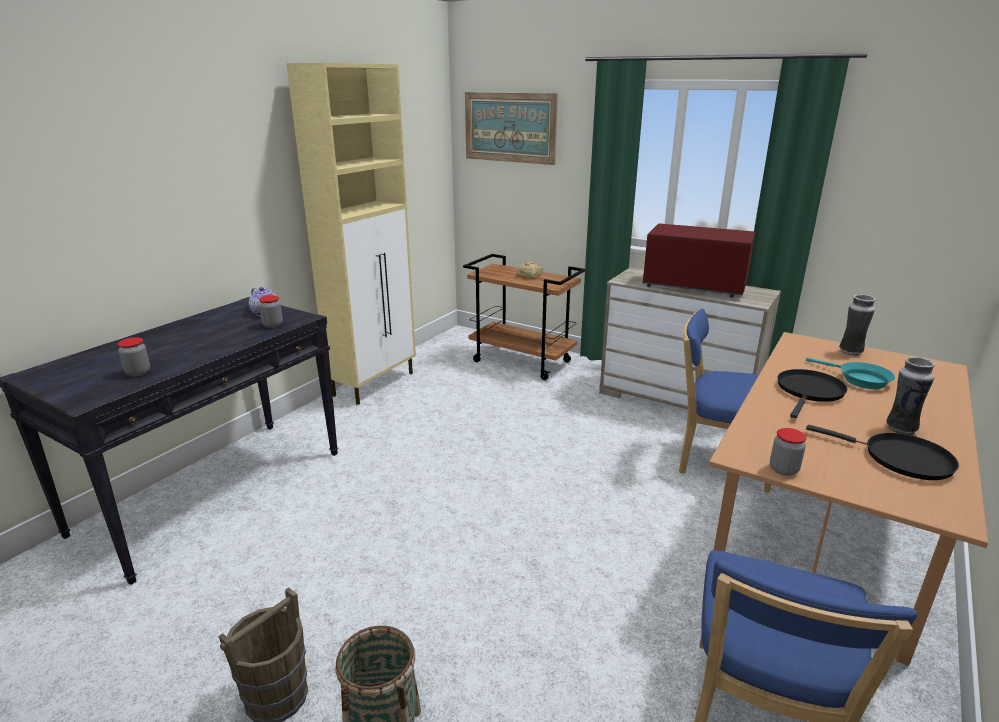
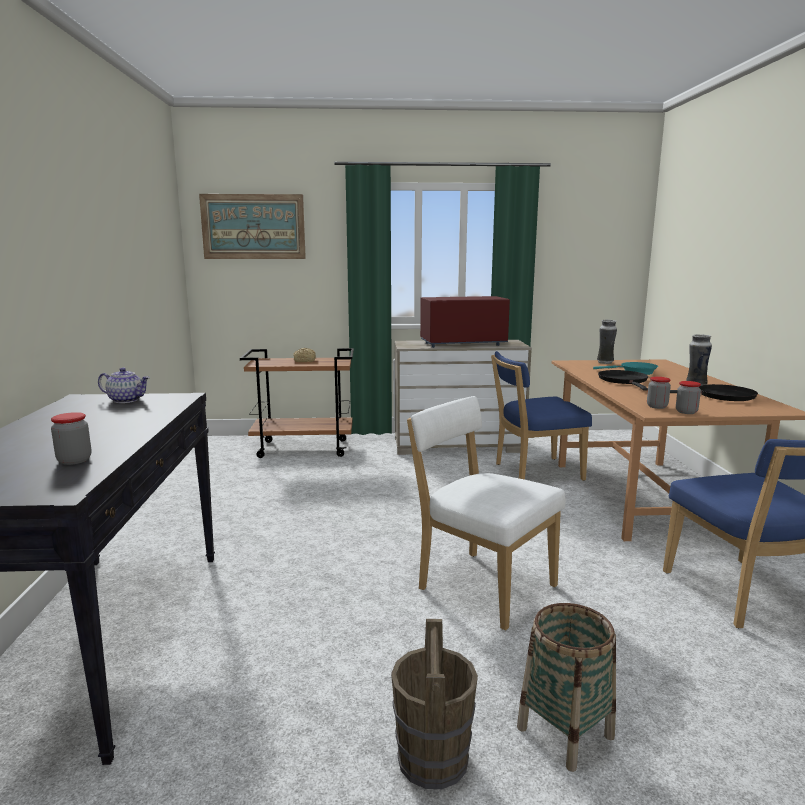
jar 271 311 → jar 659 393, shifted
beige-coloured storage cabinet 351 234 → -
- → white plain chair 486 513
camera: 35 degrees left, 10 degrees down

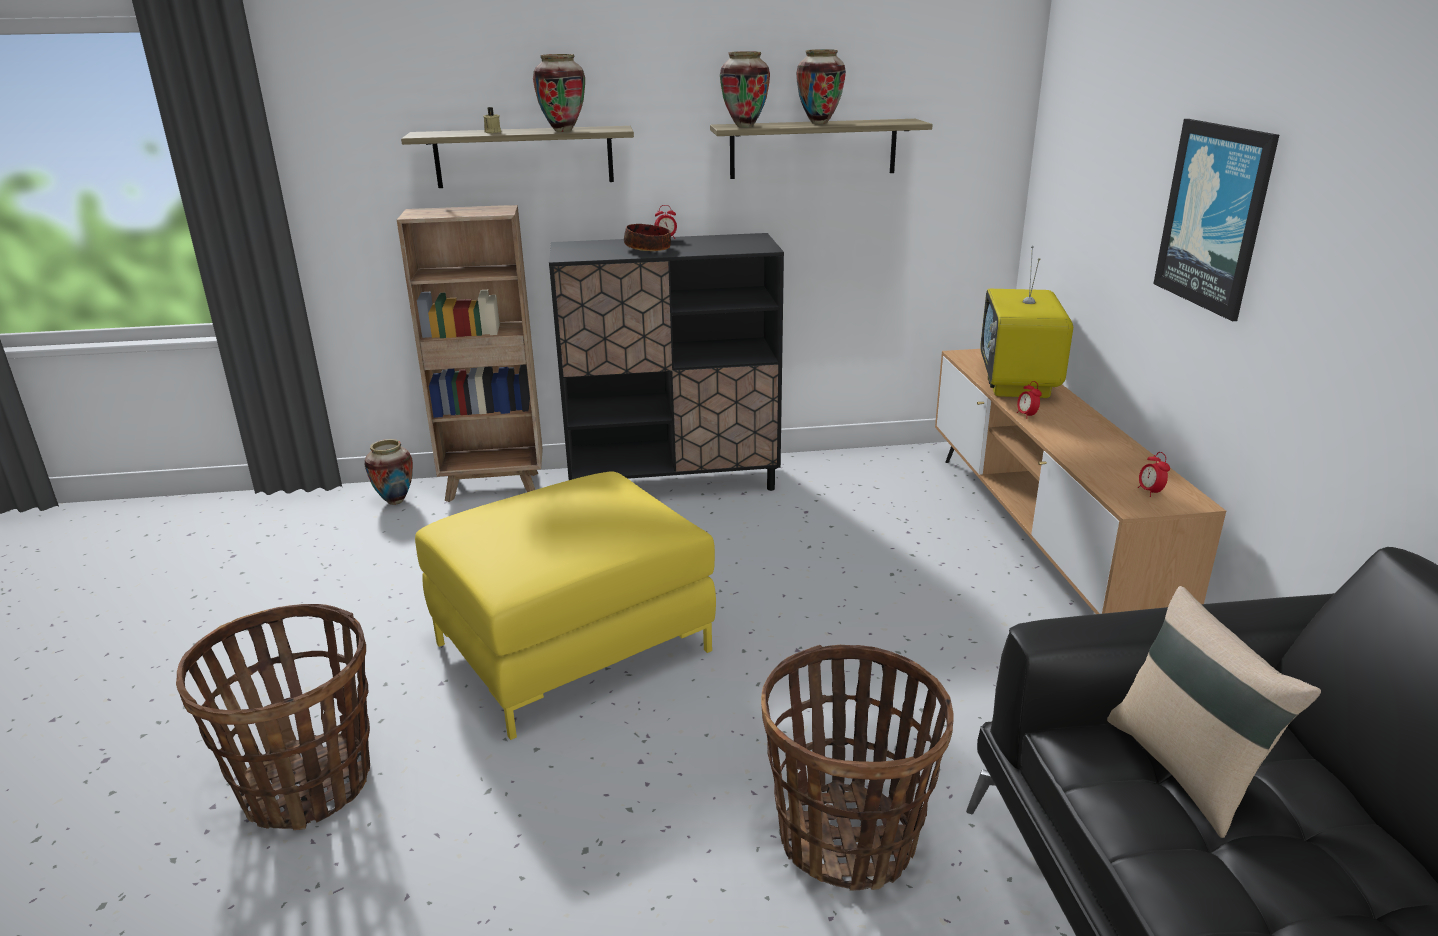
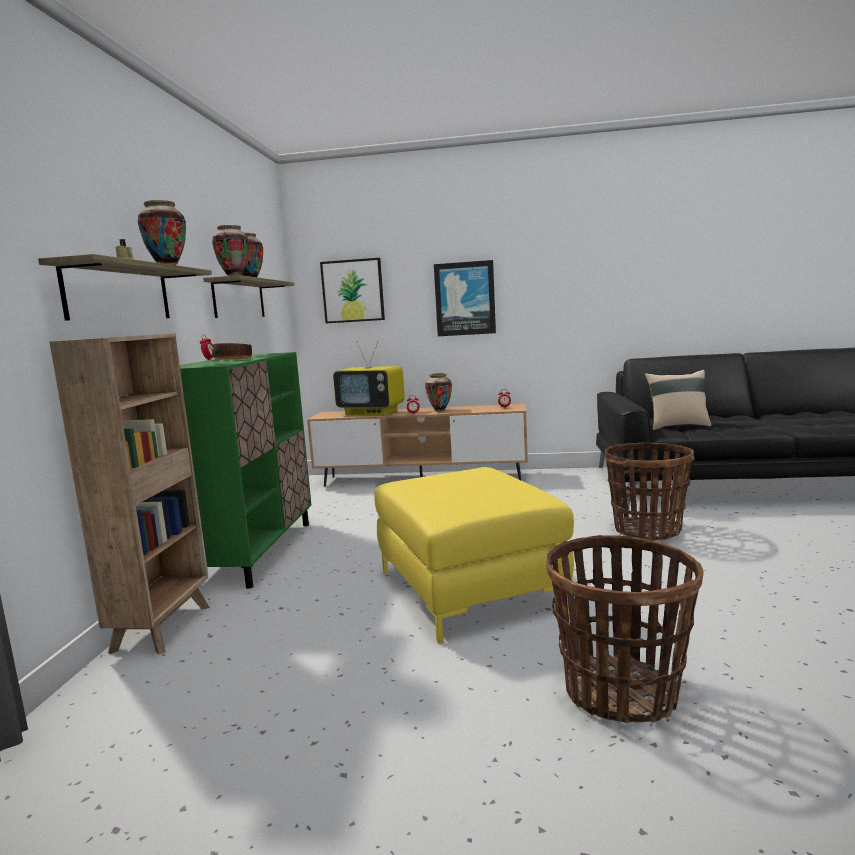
decorative vase 389 472 → decorative vase 438 392, shifted
black-coloured storage cabinet 666 362 → green storage cabinet 245 470
- → wall art 352 290
camera: 75 degrees left, 15 degrees down

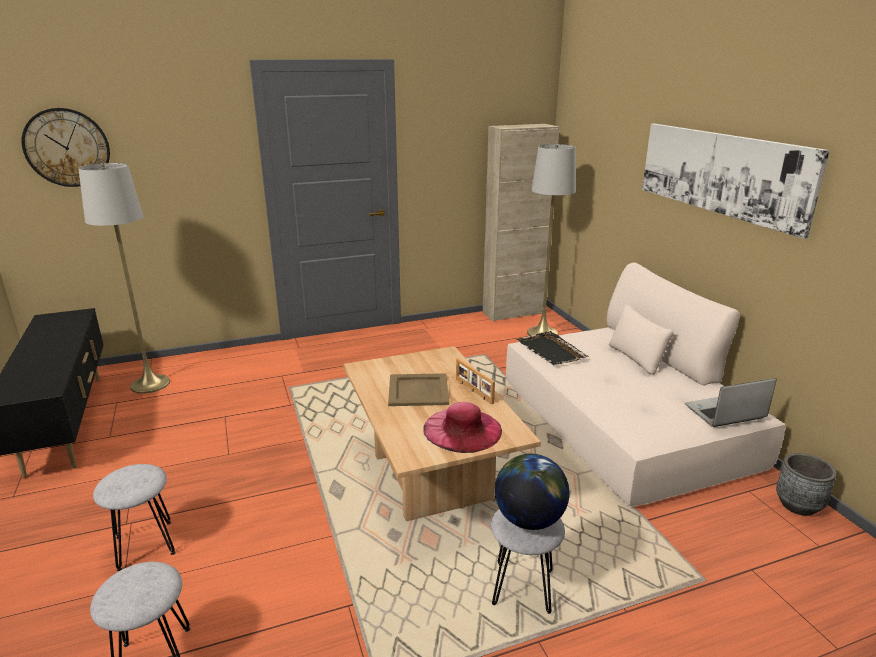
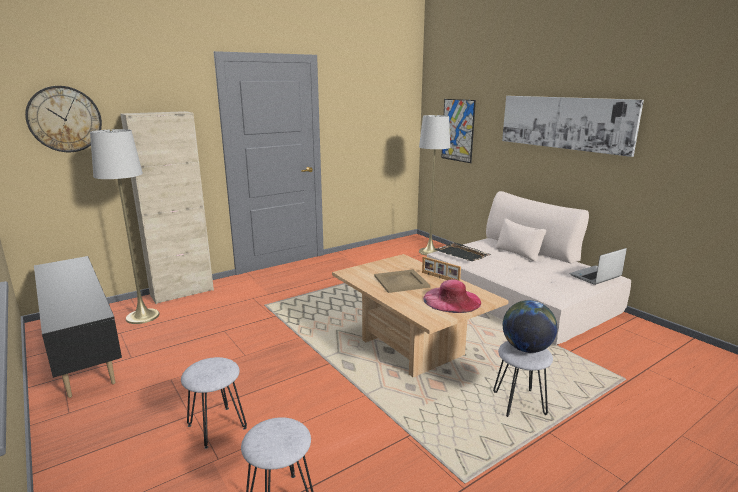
beige-coloured storage cabinet 521 223 → beige-coloured storage cabinet 167 207, shifted
grey planter 806 484 → -
- → wall art 458 131
camera: 15 degrees left, 5 degrees down

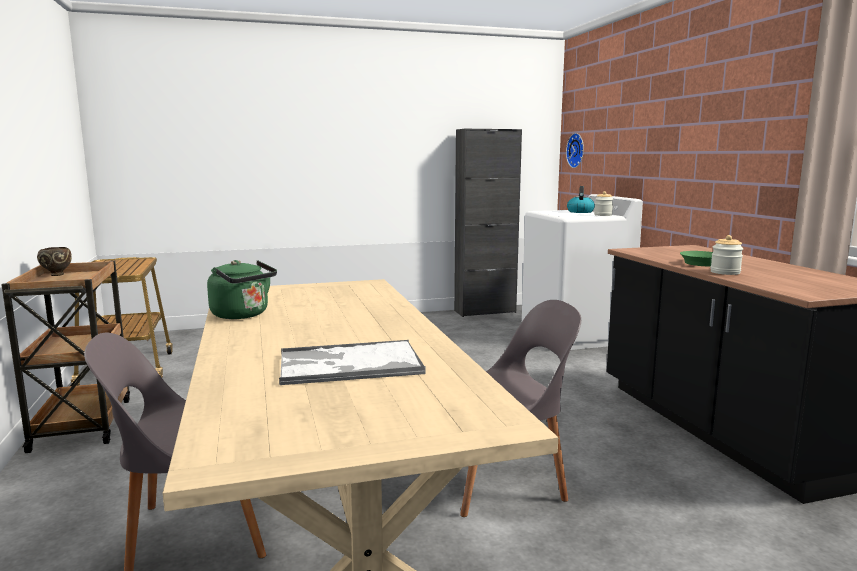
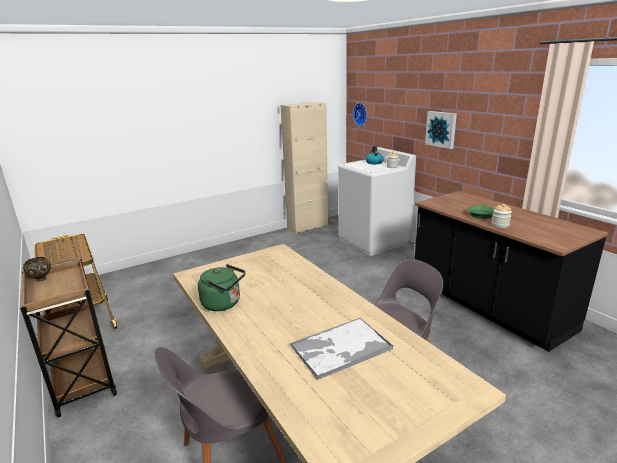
black-coloured storage cabinet 488 222 → beige-coloured storage cabinet 304 168
- → wall art 441 130
camera: 15 degrees left, 10 degrees up

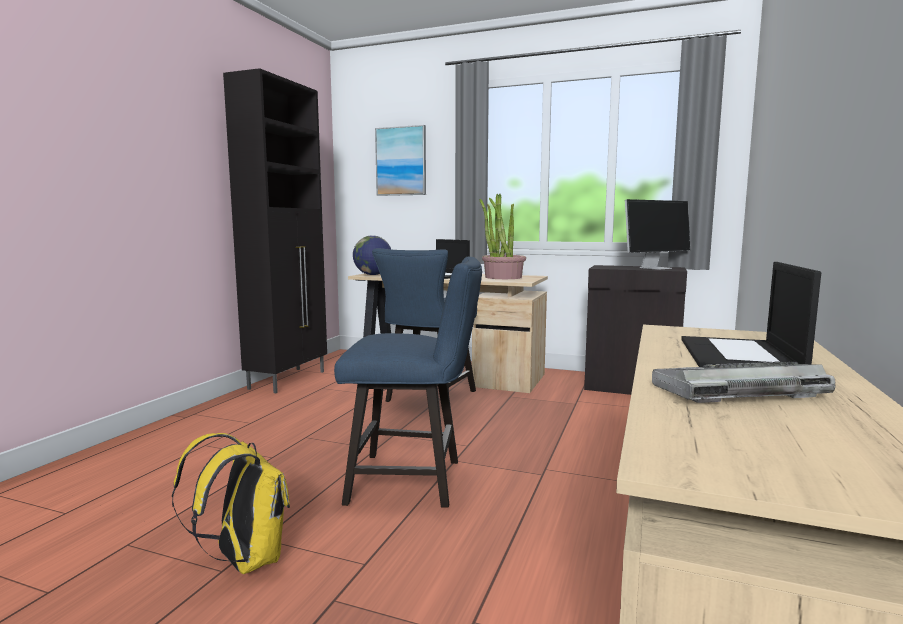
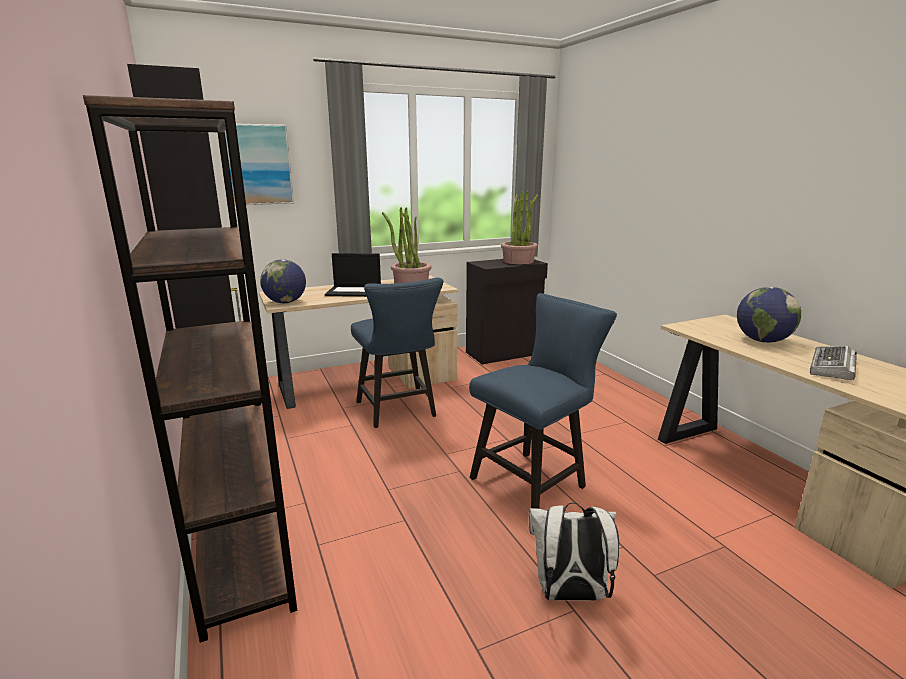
yellow-coloured rucksack 231 503 → white rucksack 574 552
computer display 658 234 → houseplant 520 227
laptop 751 314 → globe 769 315
- → brown shelving unit 190 369
camera: 45 degrees left, 10 degrees up

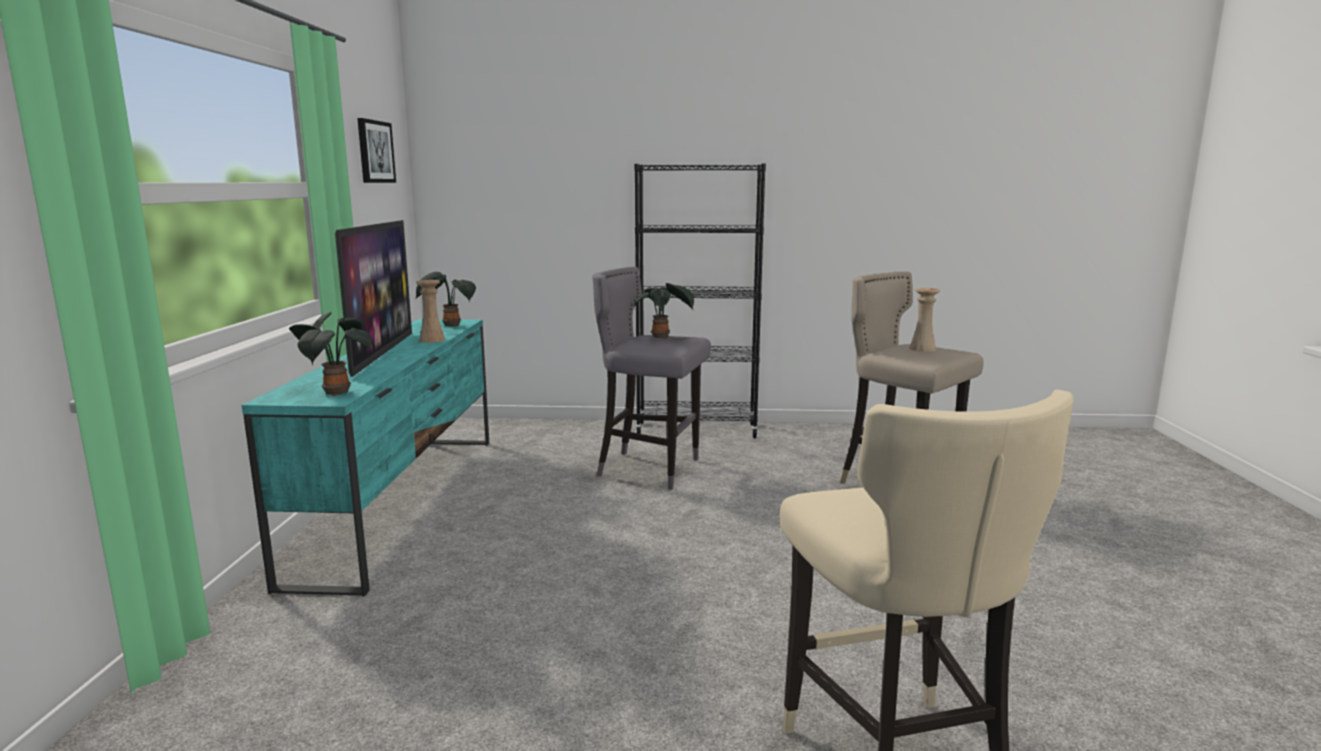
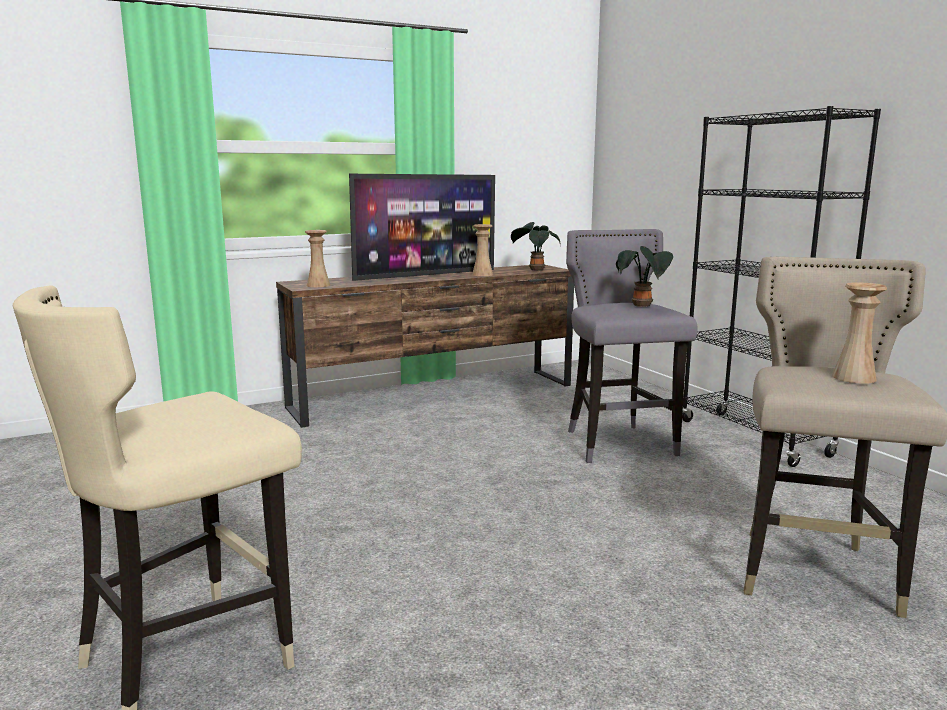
turquoise media console 365 458 → brown media console 425 346
houseplant 331 354 → beige-coloured decorative vase 317 258
wall art 376 150 → -
camera: 60 degrees right, 0 degrees up

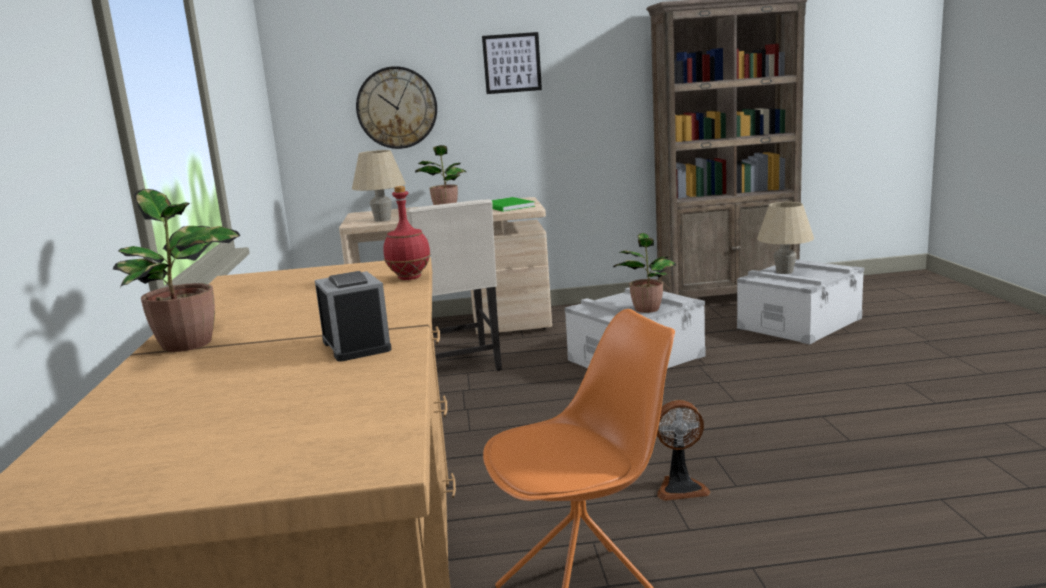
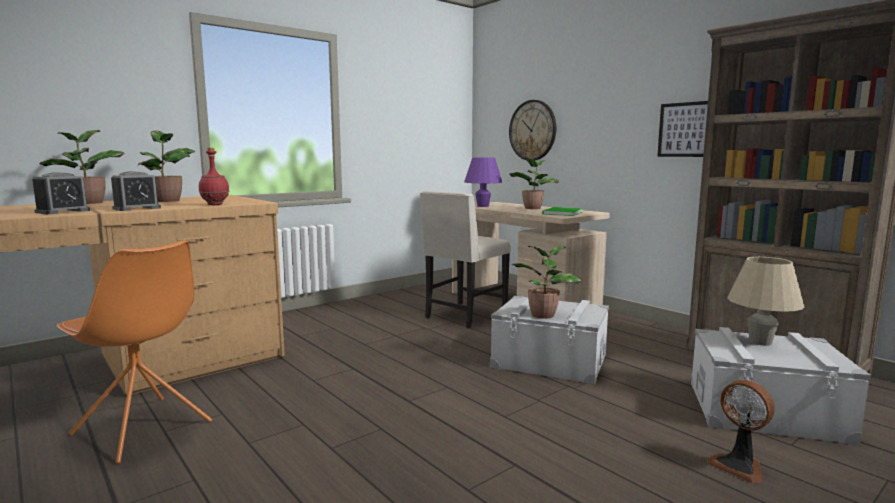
beige-coloured table lamp 379 186 → purple-coloured table lamp 483 182
wall art 512 63 → wall art 682 129, shifted
cooling fan 684 450 → cooling fan 741 431, shifted
- → table clock 136 191
- → houseplant 166 166
camera: 55 degrees right, 5 degrees down

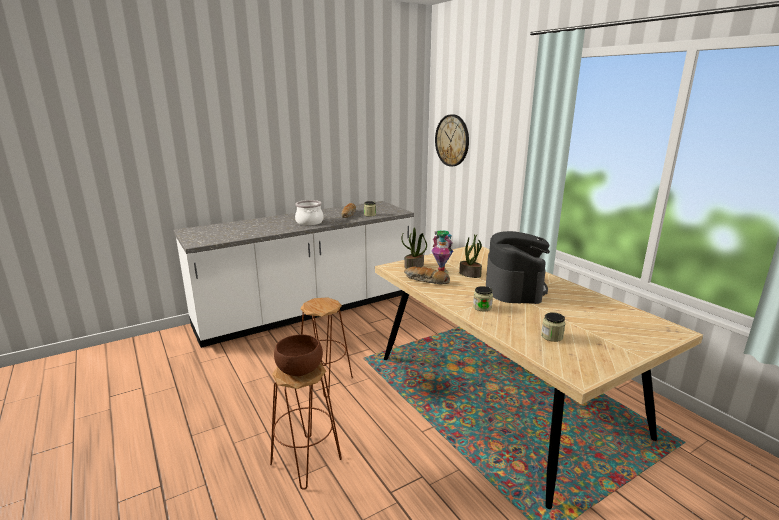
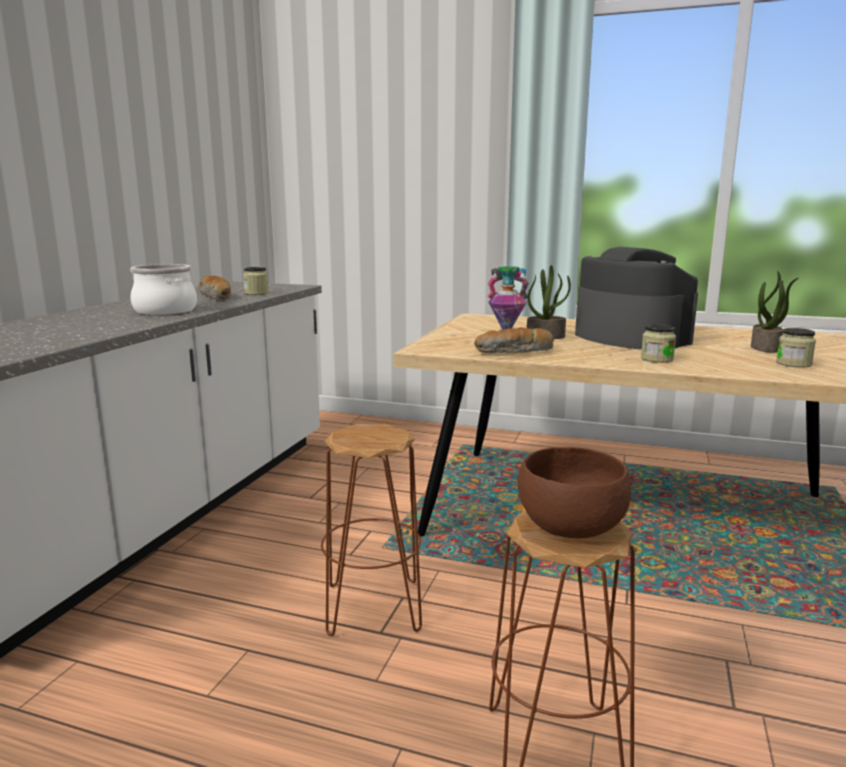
houseplant 414 248 → houseplant 775 312, shifted
wall clock 452 140 → -
camera: 40 degrees left, 5 degrees down

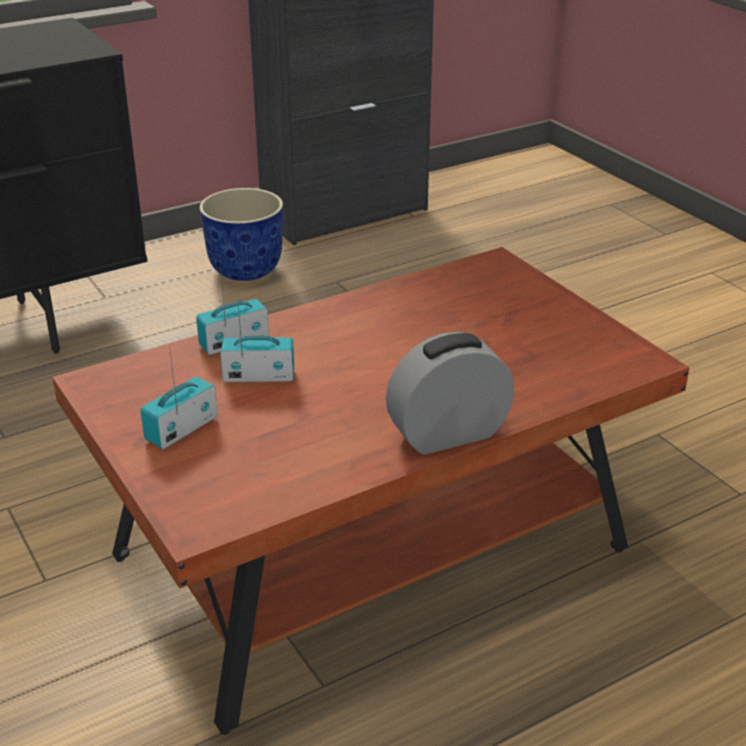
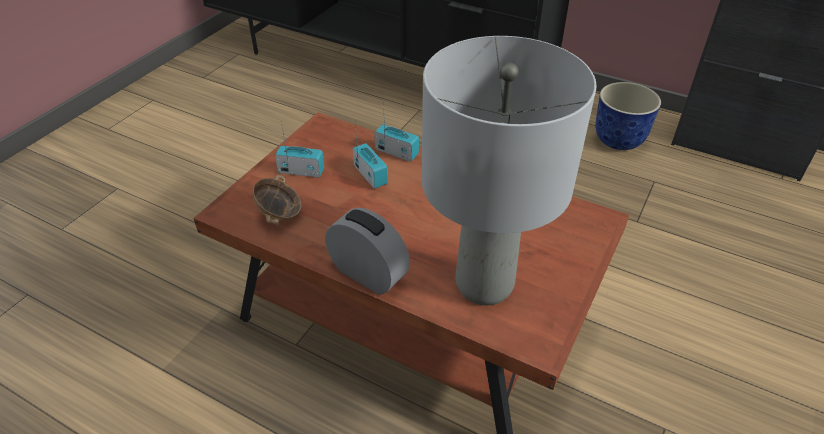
- → deep dish 277 200
- → grey table lamp 509 170
camera: 60 degrees right, 10 degrees up

